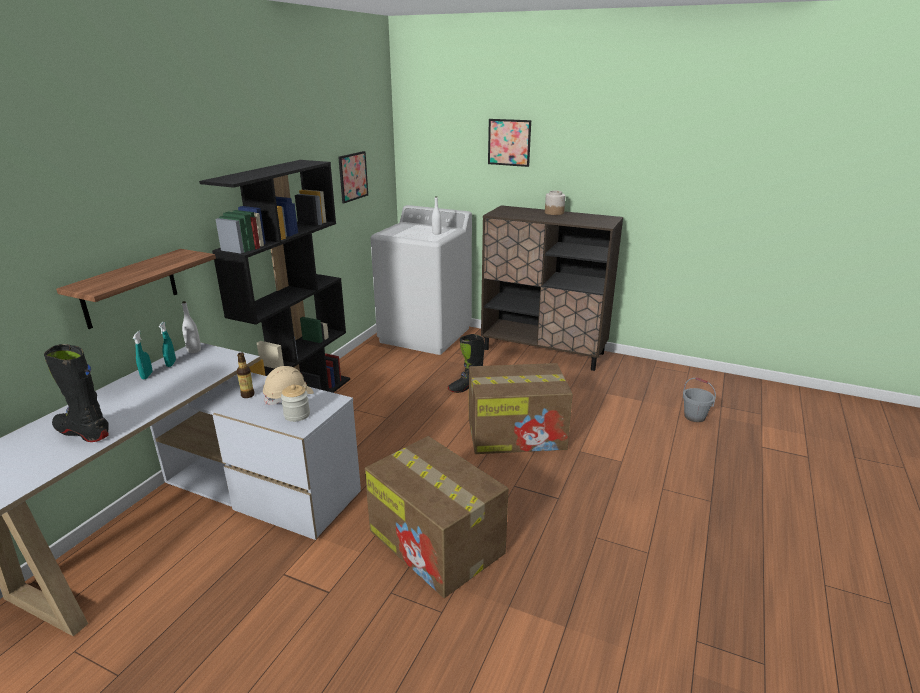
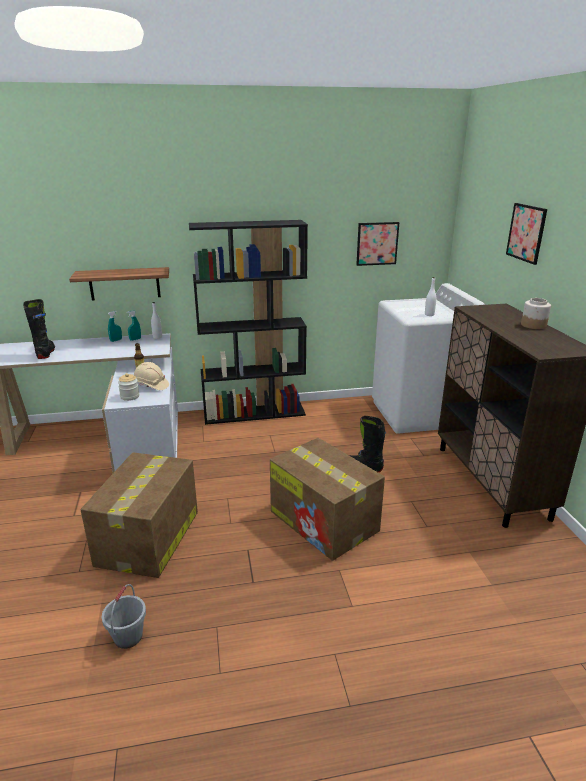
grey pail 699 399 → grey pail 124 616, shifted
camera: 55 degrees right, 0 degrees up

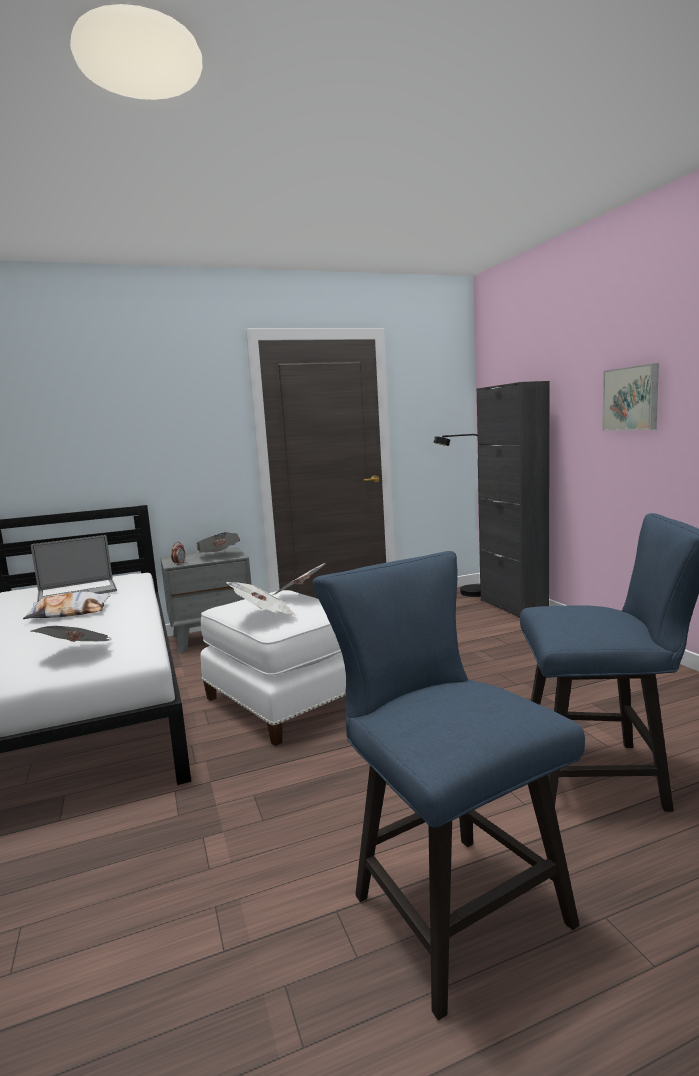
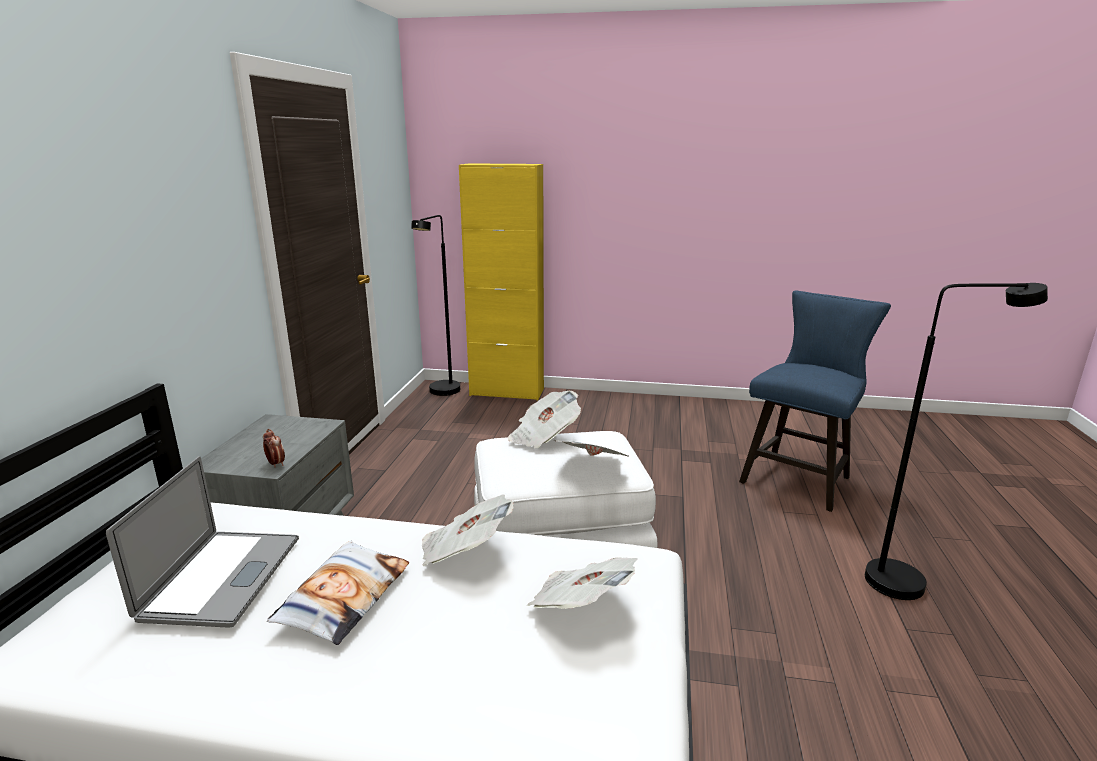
printed paper 218 542 → printed paper 468 530, shifted
blue-coloured plain chair 449 786 → black-coloured standing lamp 956 441
black-coloured storage cabinet 513 499 → yellow-coloured storage cabinet 501 282
wall art 630 397 → -
camera: 60 degrees left, 10 degrees up

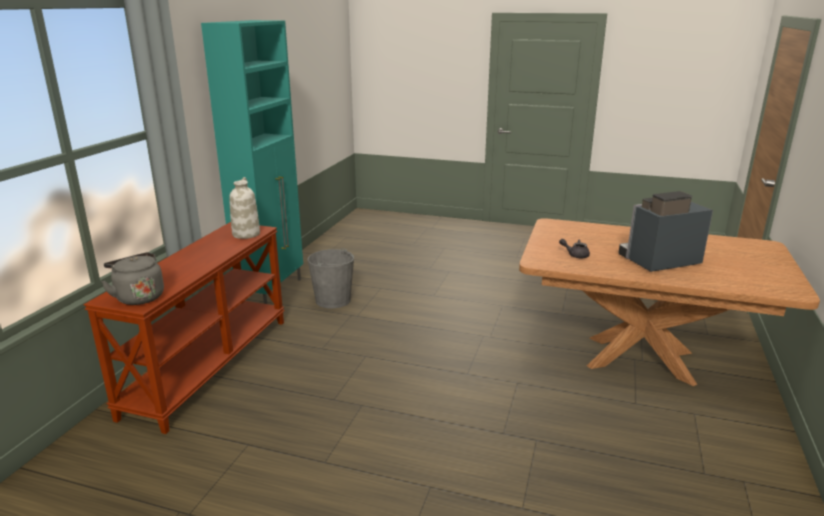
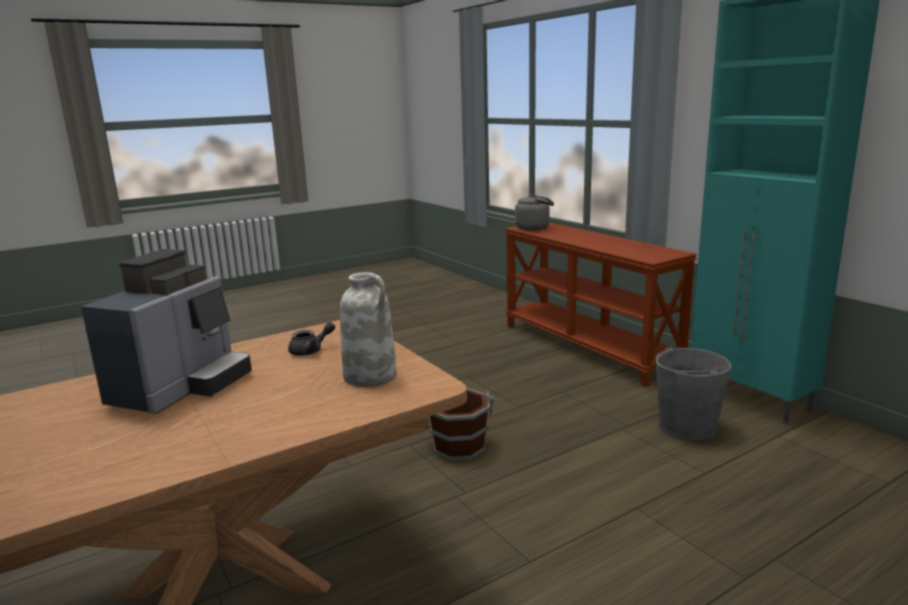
white decorative vase 244 208 → white decorative vase 368 329, shifted
- → brown pail 461 424
camera: 130 degrees right, 5 degrees down

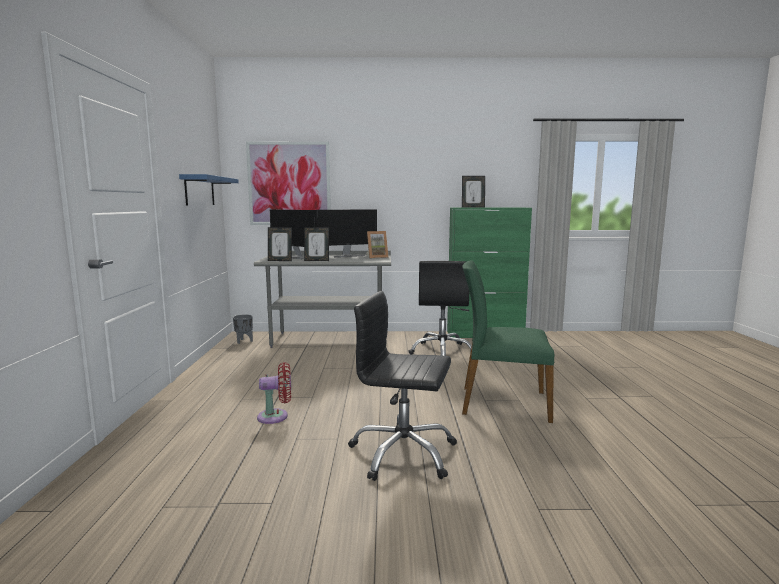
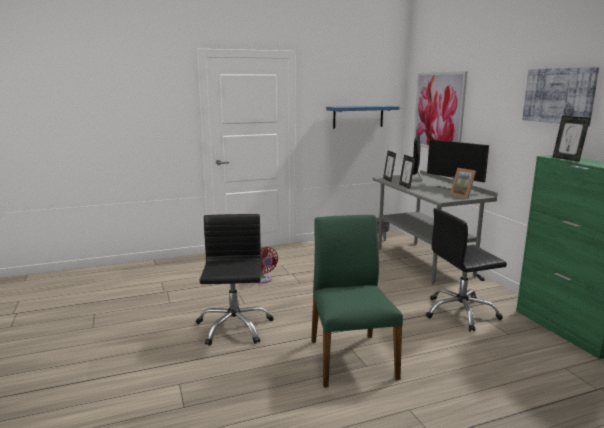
- → wall art 560 96
camera: 70 degrees right, 5 degrees up

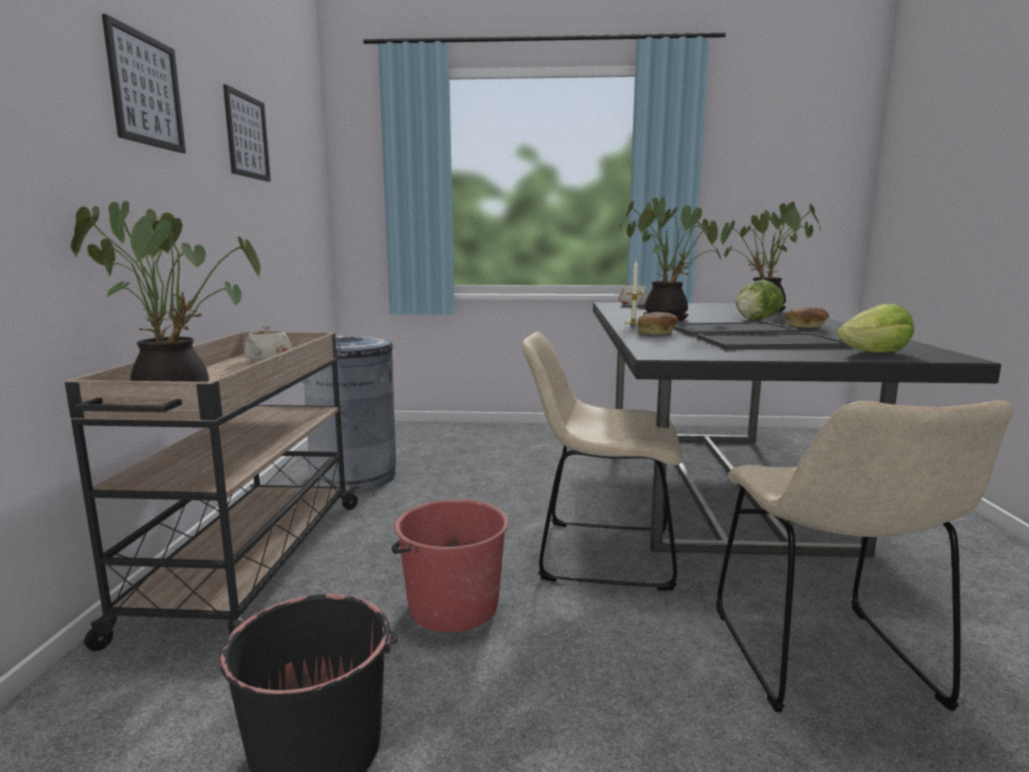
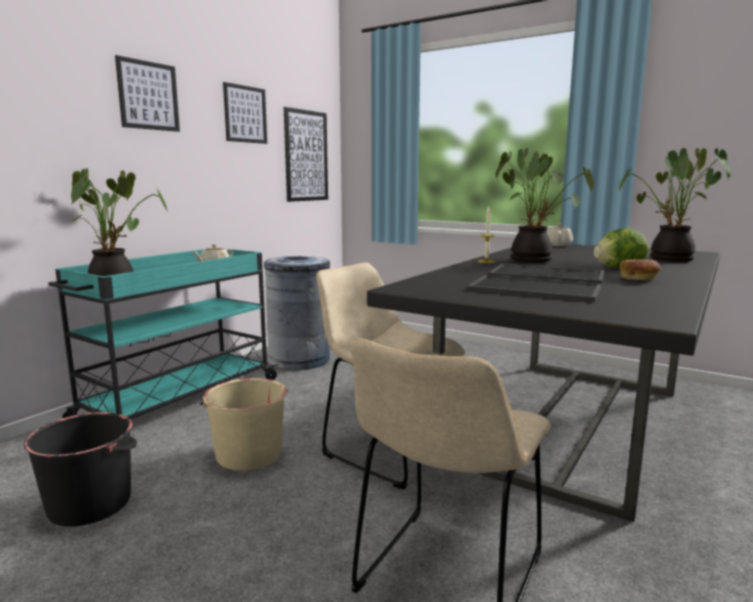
beige-coloured trolley 212 491 → turquoise trolley 163 334
red pail 449 565 → beige-coloured pail 244 424
bakery bread 658 323 → -
head of lettuce 875 328 → -
- → wall art 306 154
camera: 30 degrees right, 0 degrees up

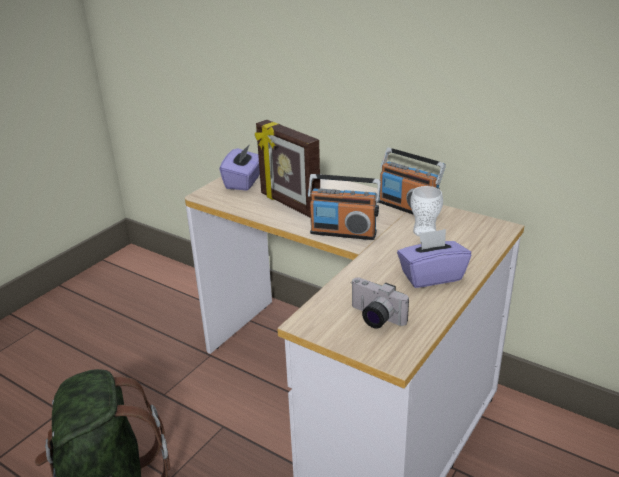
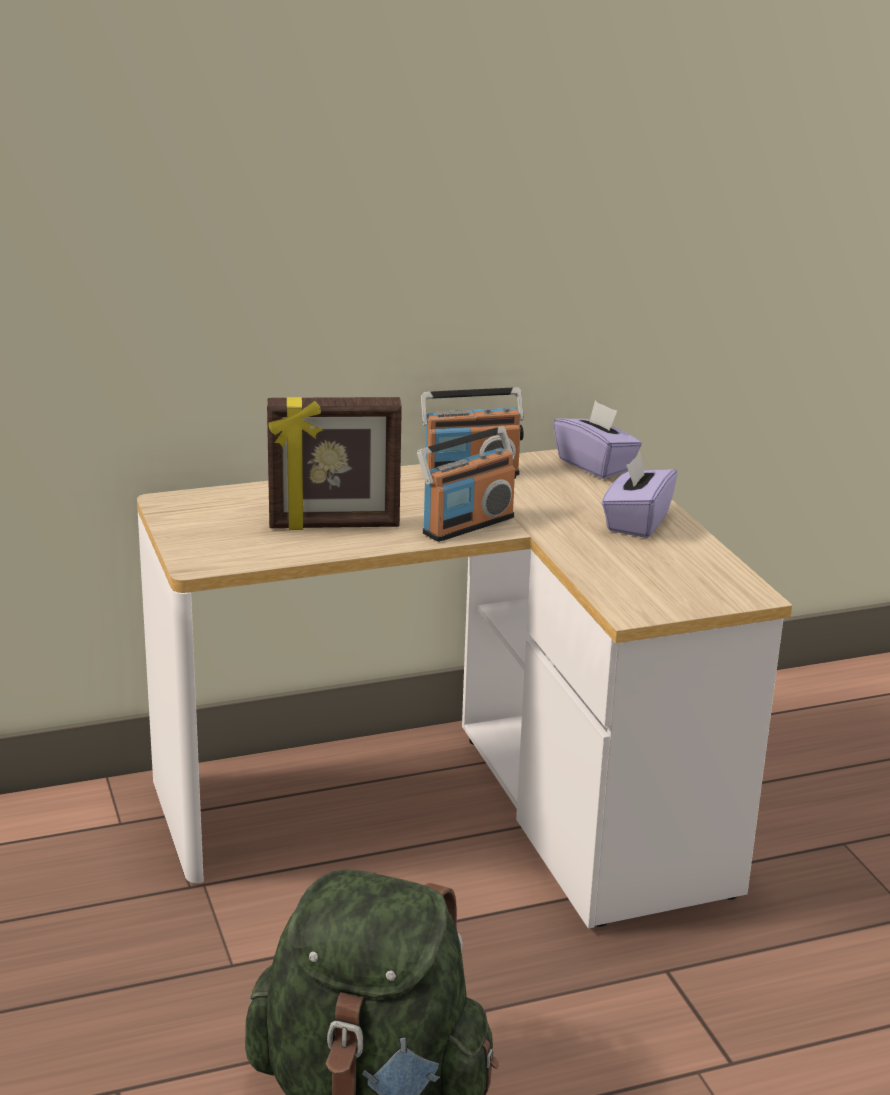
purple-coloured box of tissues 239 167 → purple-coloured box of tissues 597 440, shifted
photo camera 380 303 → -
cup 426 211 → -
camera: 55 degrees left, 5 degrees down

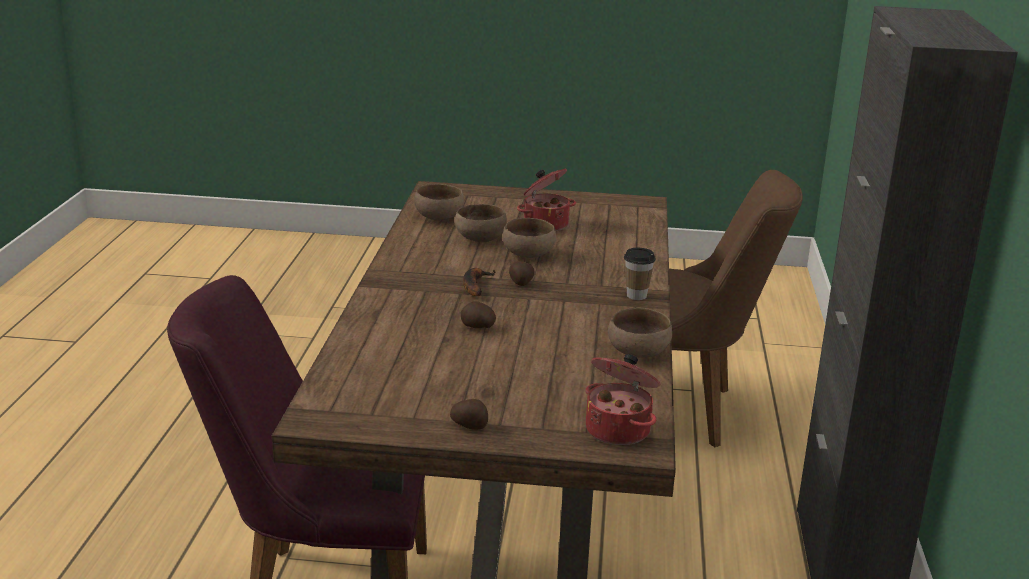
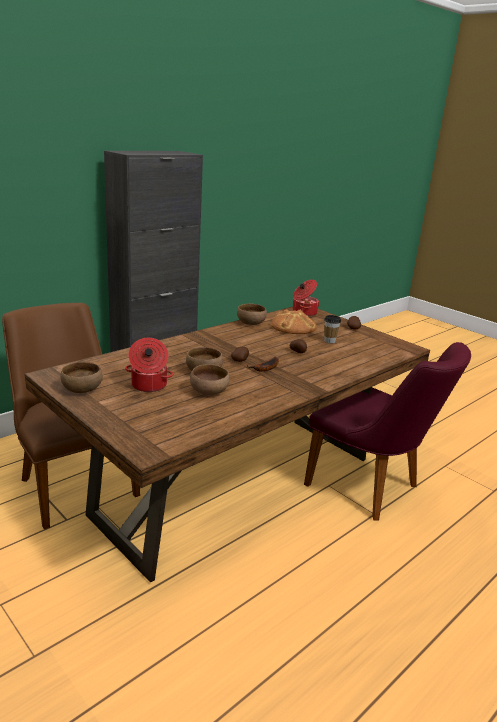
brown deep dish 439 202 → brown deep dish 81 377, shifted
cup 640 274 → cup 332 329, shifted
- → bakery bread 294 322
camera: 140 degrees left, 0 degrees up

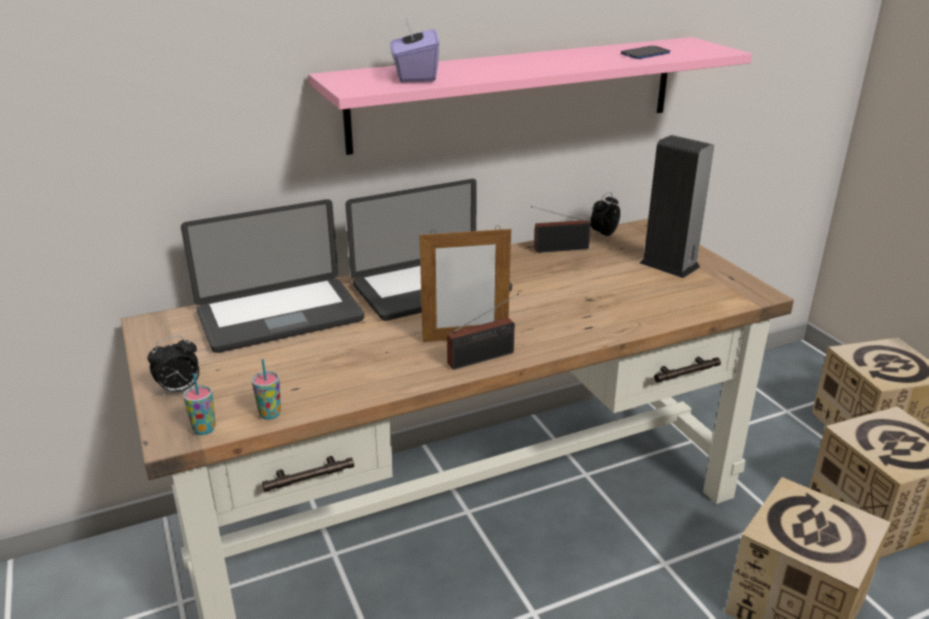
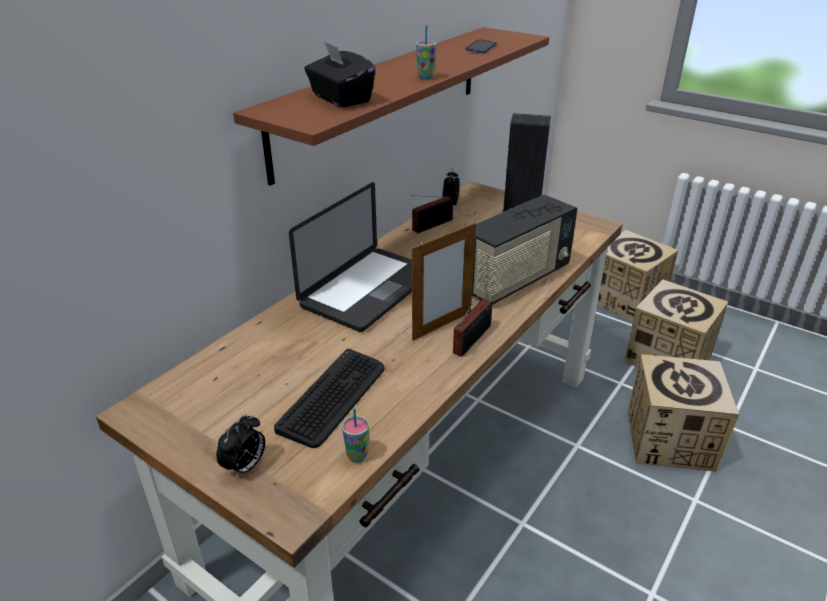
laptop 272 276 → -
cup 199 404 → cup 426 52, shifted
pink-coloured wall shelf 530 96 → brown wall shelf 391 106
purple-coloured box of tissues 414 49 → black-coloured box of tissues 340 74
- → computer keyboard 329 398
- → radio set 524 250
camera: 30 degrees left, 5 degrees up

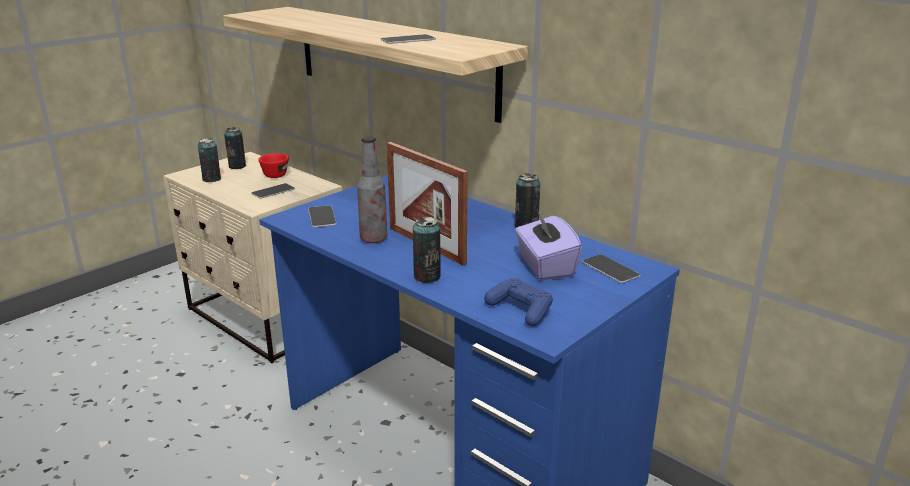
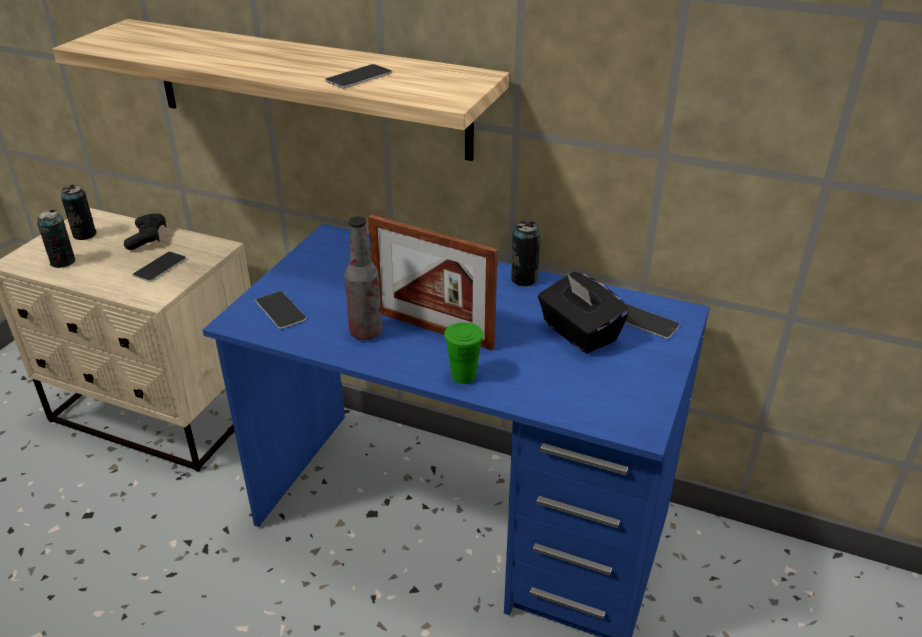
red cup 273 165 → black-coloured game controller 145 232
metal can 427 250 → green cup 463 353
blue-coloured game controller 518 302 → -
purple-coloured box of tissues 548 245 → black-coloured box of tissues 583 312
camera: 20 degrees left, 10 degrees up

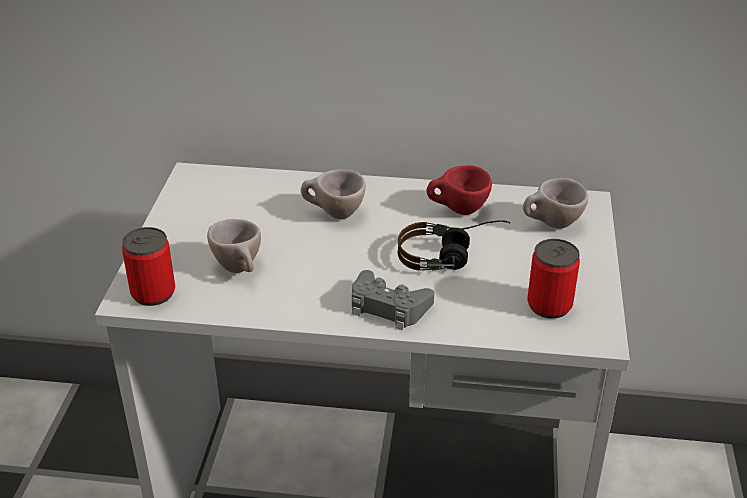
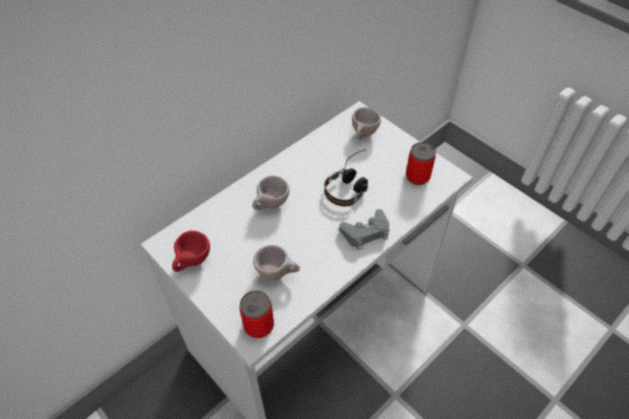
red cup 459 190 → red cup 191 251, shifted
camera: 50 degrees left, 15 degrees up

